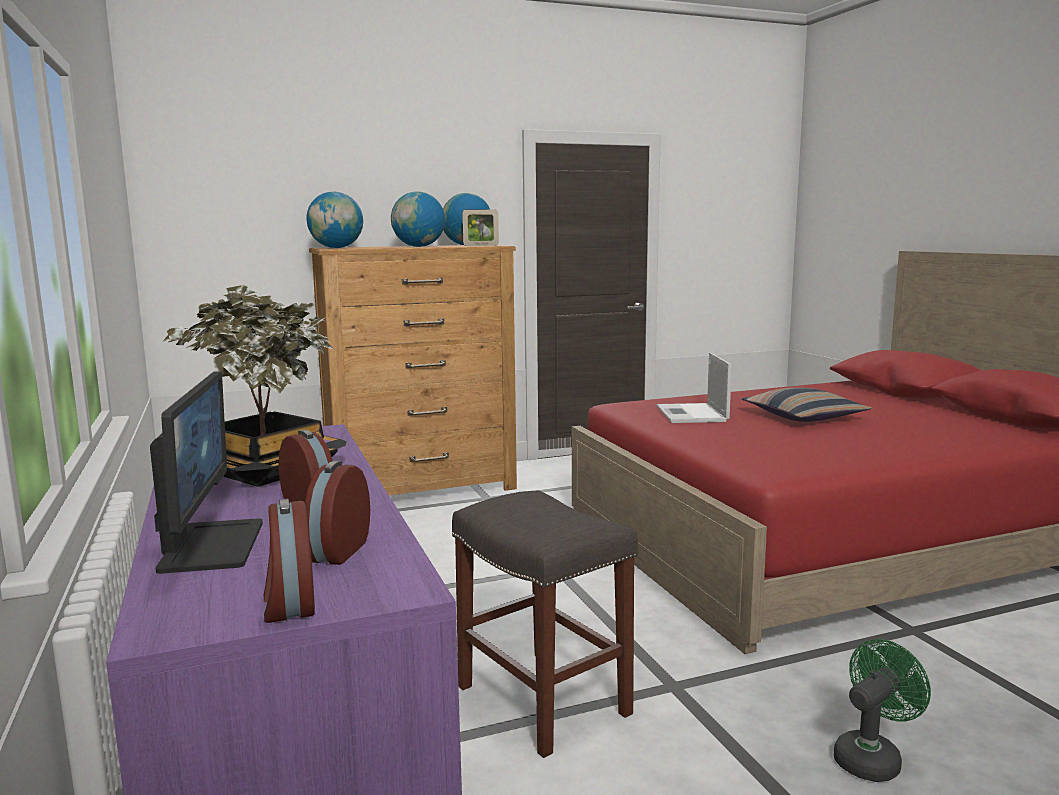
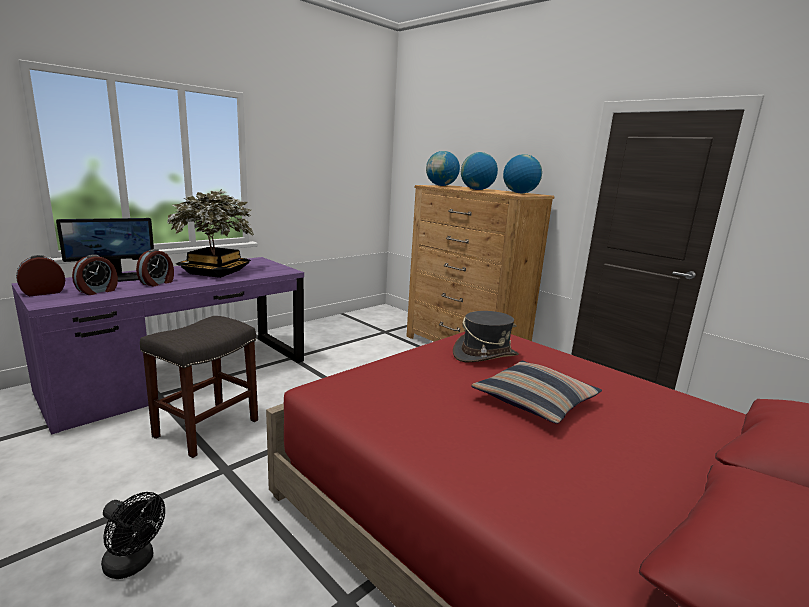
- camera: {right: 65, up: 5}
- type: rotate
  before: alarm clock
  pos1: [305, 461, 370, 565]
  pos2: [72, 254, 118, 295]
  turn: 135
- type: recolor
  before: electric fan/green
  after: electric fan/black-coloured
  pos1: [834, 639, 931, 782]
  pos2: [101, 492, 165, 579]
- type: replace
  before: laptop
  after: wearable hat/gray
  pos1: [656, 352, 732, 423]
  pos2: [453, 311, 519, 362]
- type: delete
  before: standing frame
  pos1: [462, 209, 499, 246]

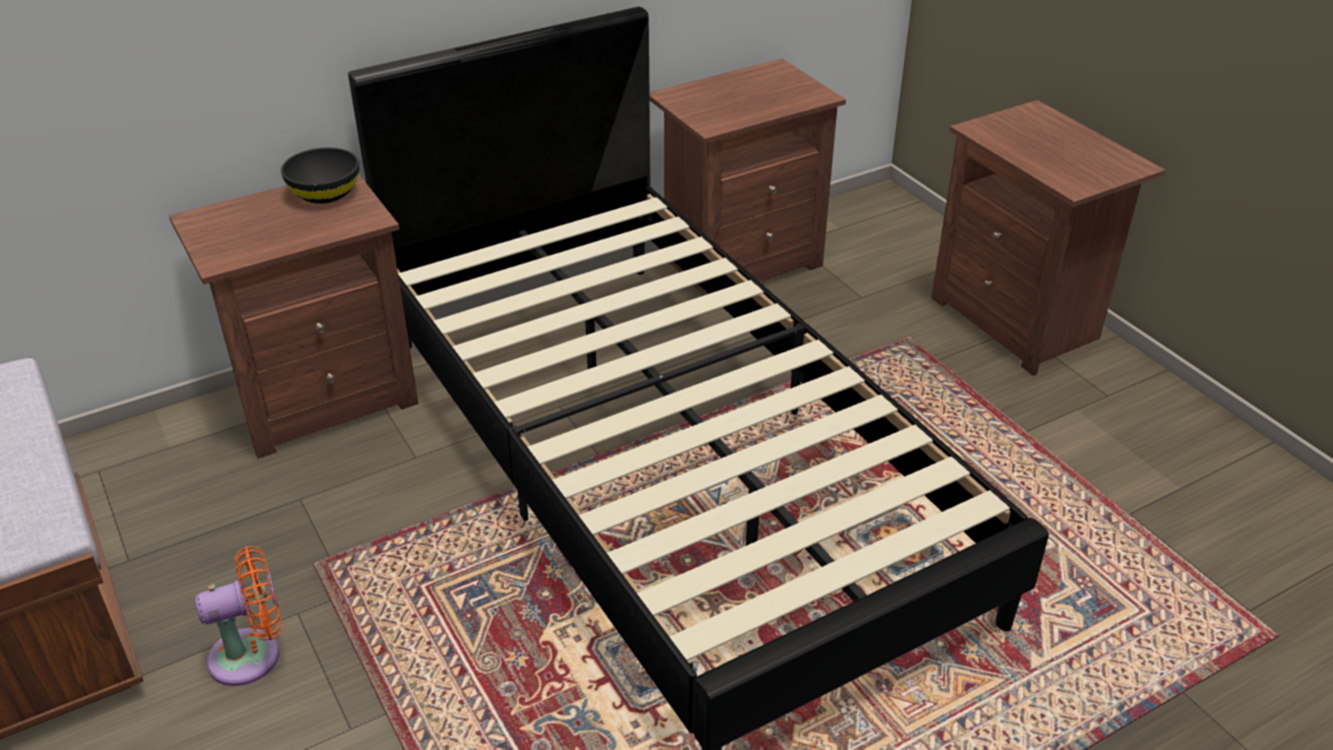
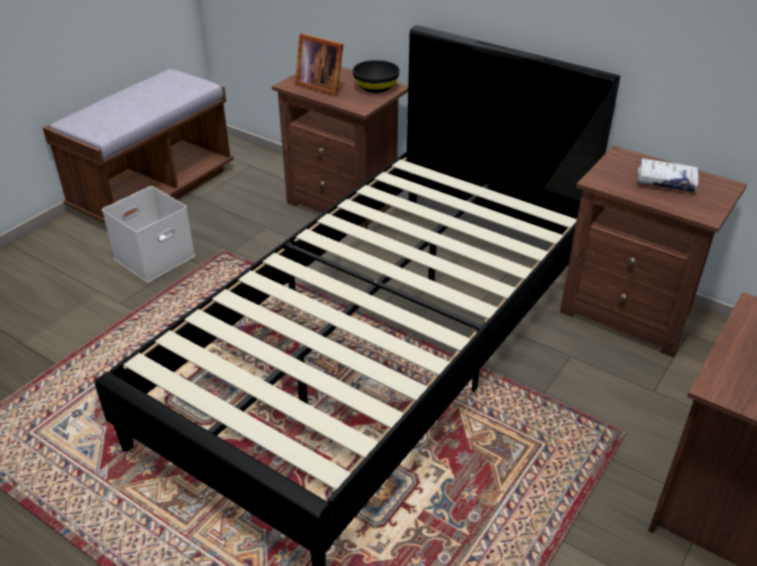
- camera: {right: 65, up: 0}
- type: replace
  before: electric fan/orangey
  after: storage box/white
  pos1: [195, 546, 282, 686]
  pos2: [102, 186, 195, 282]
- type: insert
  after: standing frame
  pos2: [295, 33, 344, 96]
- type: insert
  after: volume/white
  pos2: [637, 158, 699, 192]

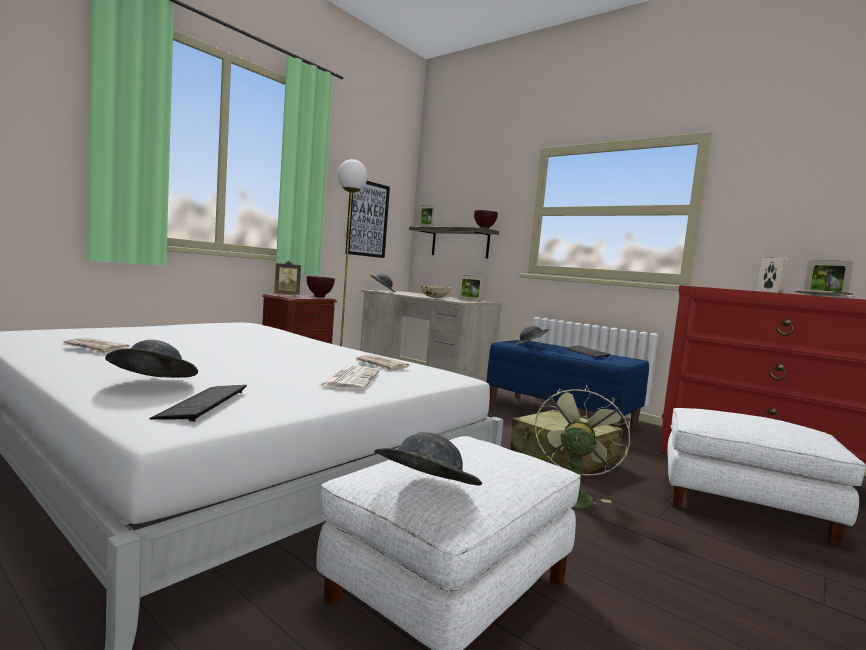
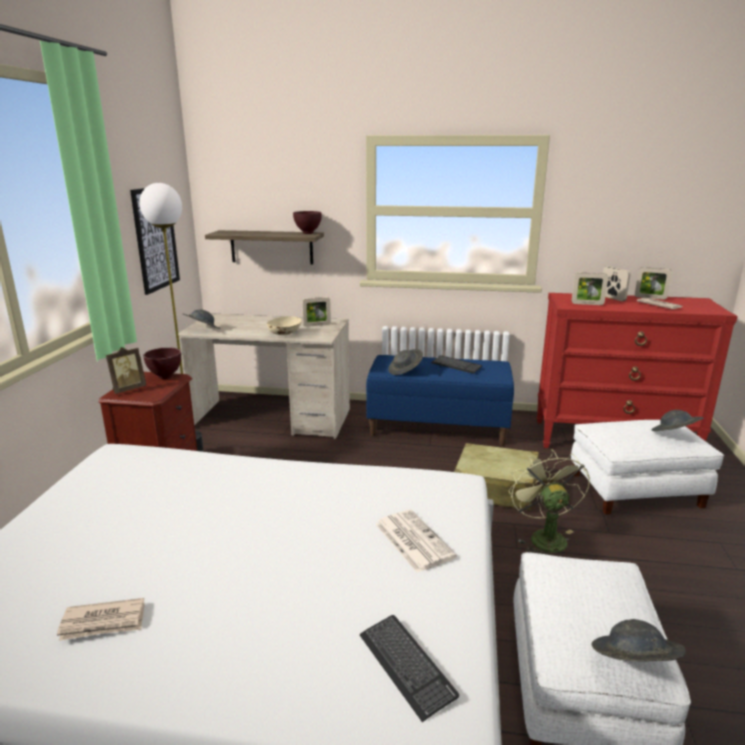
- camera: {right: -30, up: 15}
- type: move
  before: standing frame
  pos1: [418, 205, 436, 227]
  pos2: [572, 273, 608, 305]
- type: move
  before: wearable hat/gray
  pos1: [105, 340, 198, 378]
  pos2: [652, 410, 703, 431]
- type: delete
  before: printed paper
  pos1: [356, 355, 409, 372]

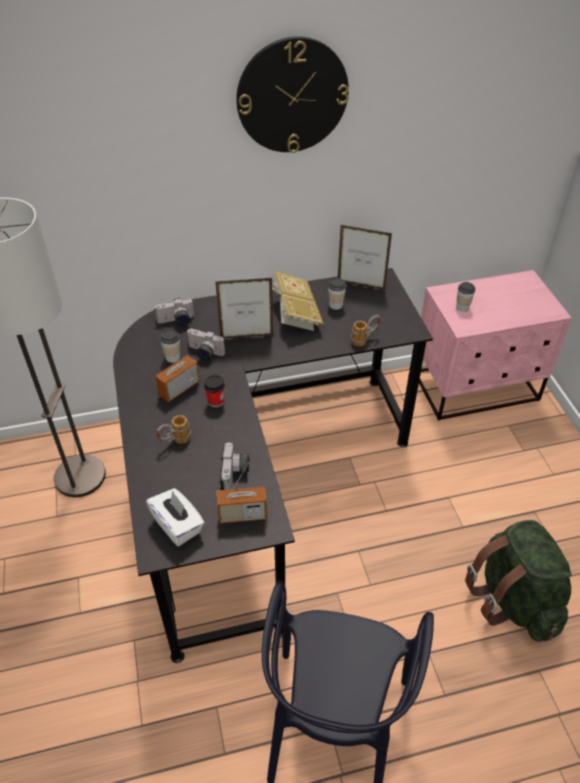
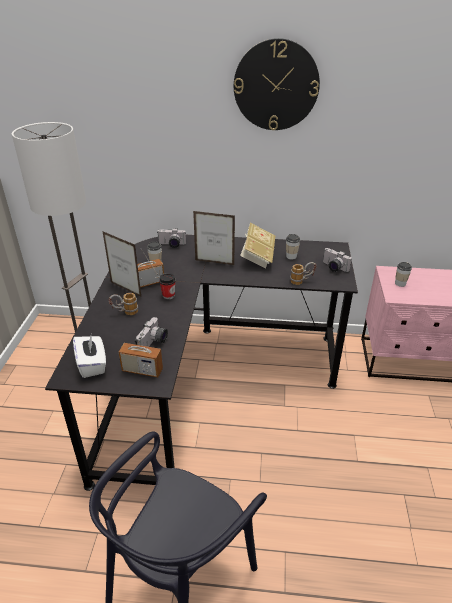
- camera: {right: 20, up: -10}
- type: move
  before: standing frame
  pos1: [338, 225, 392, 290]
  pos2: [103, 232, 141, 297]
- type: move
  before: still camera
  pos1: [187, 329, 225, 361]
  pos2: [323, 248, 352, 272]
- type: delete
  before: backpack/green
  pos1: [465, 520, 572, 642]

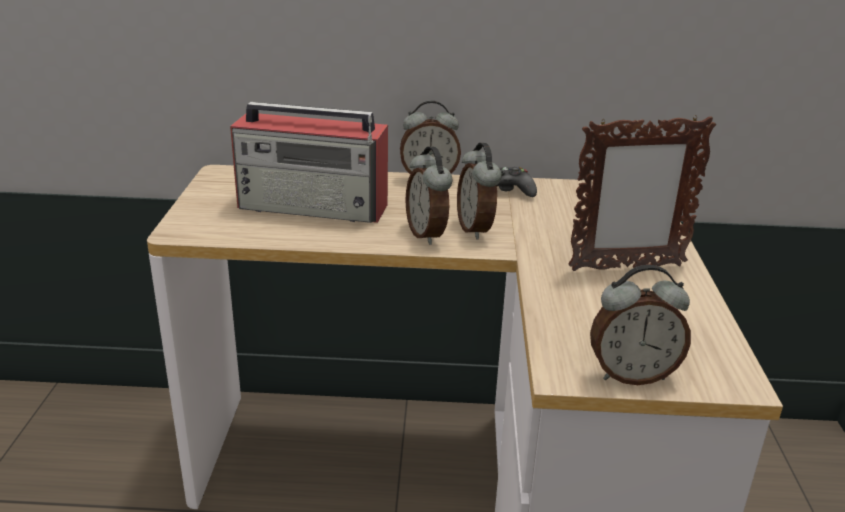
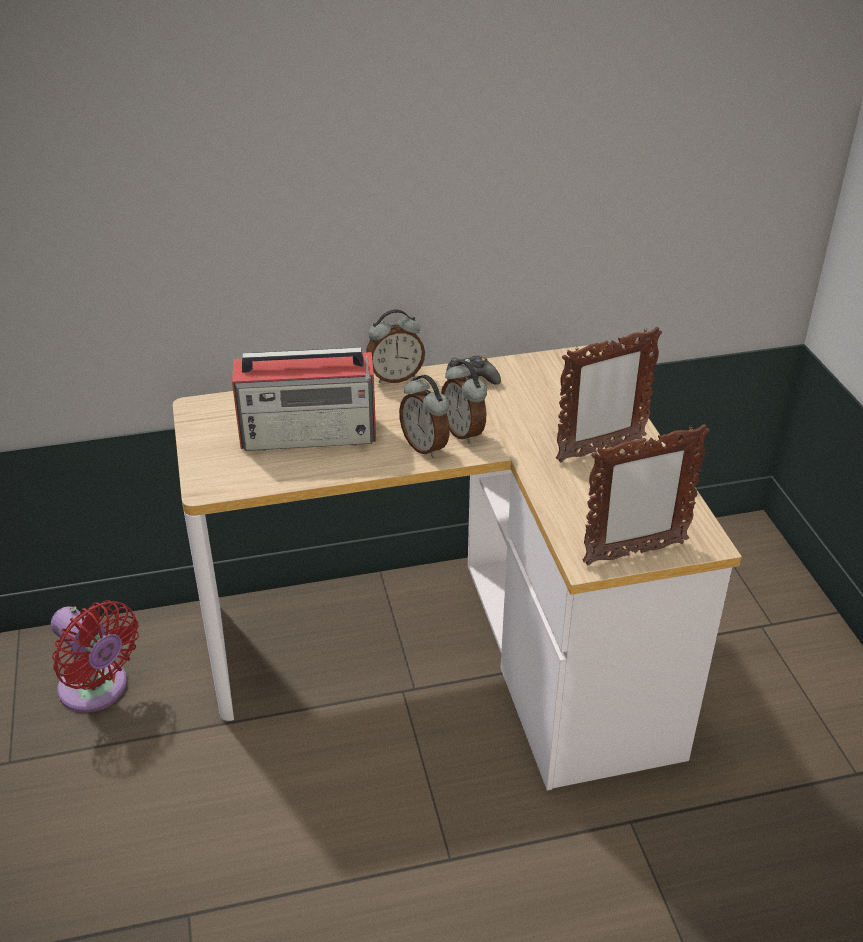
- camera: {right: -15, up: 10}
- type: insert
  after: electric fan/reddish
  pos2: [51, 600, 139, 712]
- type: replace
  before: alarm clock
  after: standing frame
  pos1: [590, 265, 691, 385]
  pos2: [583, 424, 710, 566]

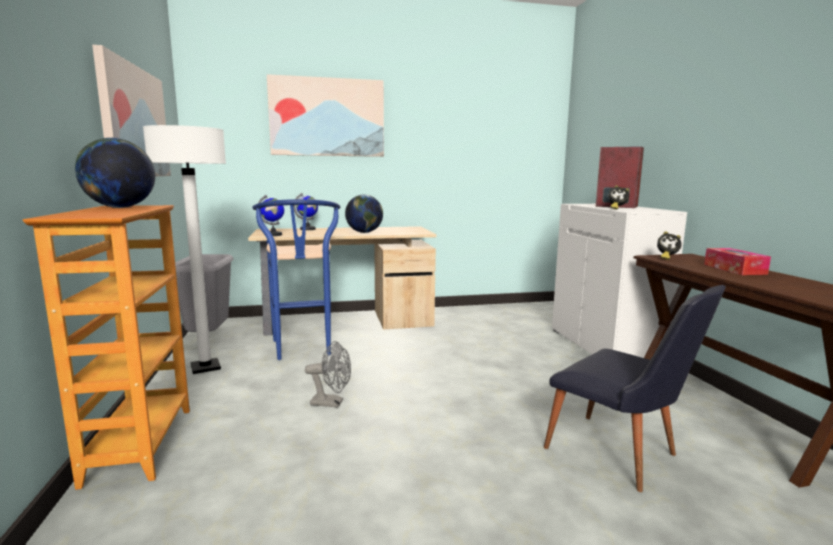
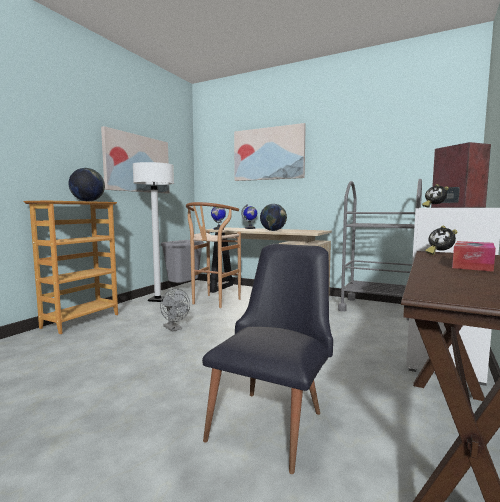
- camera: {right: 40, up: -5}
- type: recolor
  before: sitting stool/blue-coloured
  after: sitting stool/brown
  pos1: [252, 199, 340, 360]
  pos2: [186, 202, 241, 308]
- type: rotate
  before: plain chair/black-coloured
  pos1: [544, 285, 726, 492]
  pos2: [202, 244, 333, 474]
  turn: -150
- type: insert
  after: trolley/gray
  pos2: [338, 179, 422, 320]

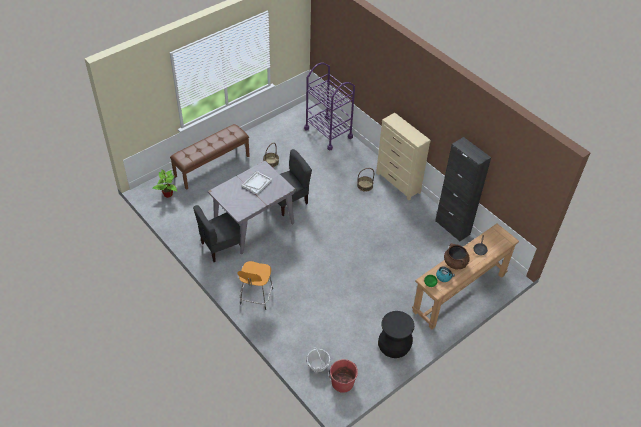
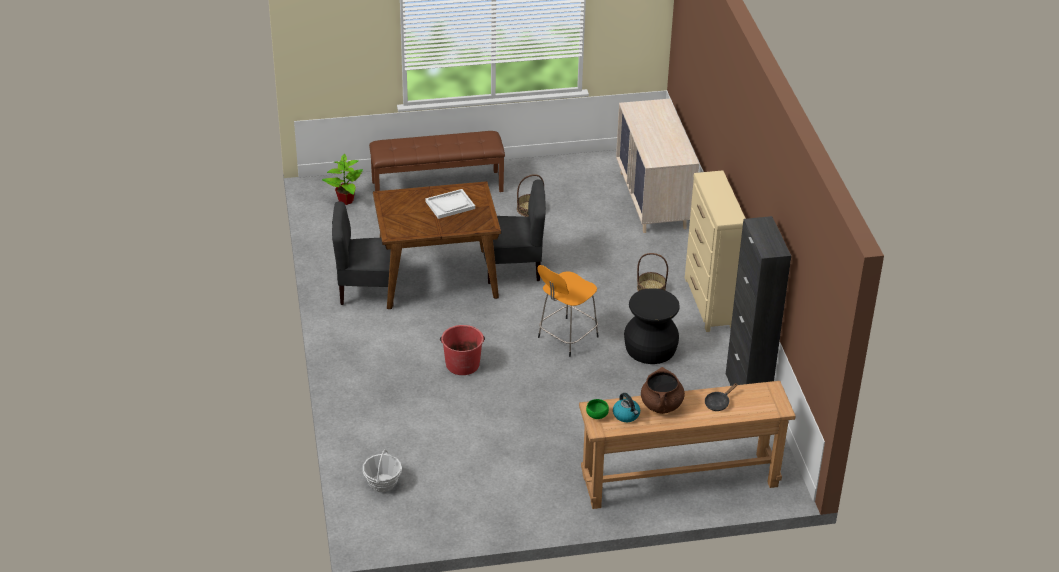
- camera: {right: 30, up: -10}
- type: recolor
  before: kitchen table/gray
  after: kitchen table/brown
  pos1: [208, 161, 296, 254]
  pos2: [373, 181, 501, 309]
- type: move
  before: water bucket/reddish
  pos1: [329, 359, 358, 393]
  pos2: [440, 325, 485, 375]
- type: move
  before: sitting stool/orangey
  pos1: [237, 261, 273, 310]
  pos2: [537, 265, 599, 357]
- type: replace
  before: trolley/purple
  after: drawer chest/beige
  pos1: [304, 63, 355, 151]
  pos2: [616, 99, 699, 233]
- type: move
  before: sitting stool/black-coloured
  pos1: [378, 311, 414, 358]
  pos2: [624, 288, 680, 364]

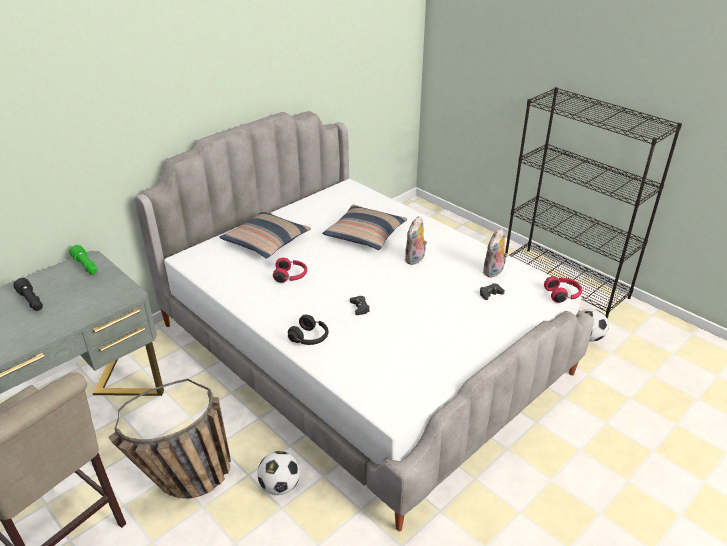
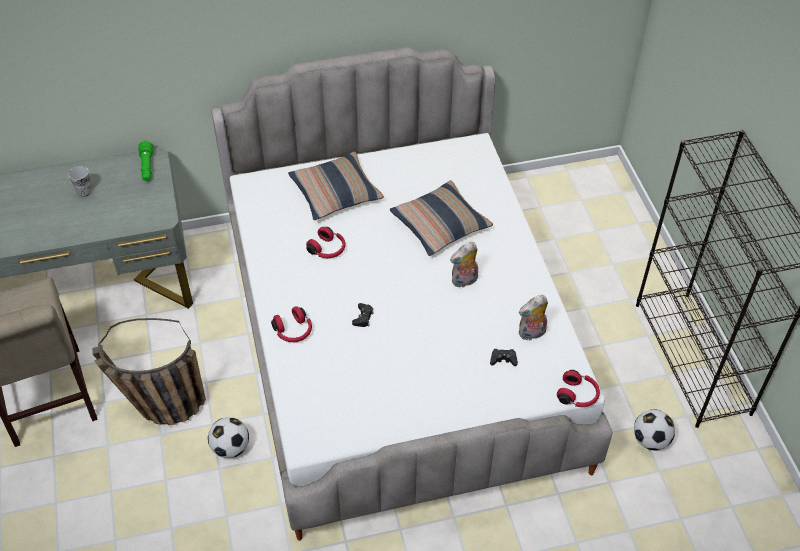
- camera: {right: 30, up: 15}
- type: replace
  before: flashlight/black-coloured
  after: drinking cup
  pos1: [13, 278, 43, 311]
  pos2: [68, 166, 92, 197]
- type: recolor
  before: pair of headphones/black-coloured
  after: pair of headphones/reddish
  pos1: [288, 315, 329, 345]
  pos2: [271, 306, 312, 342]

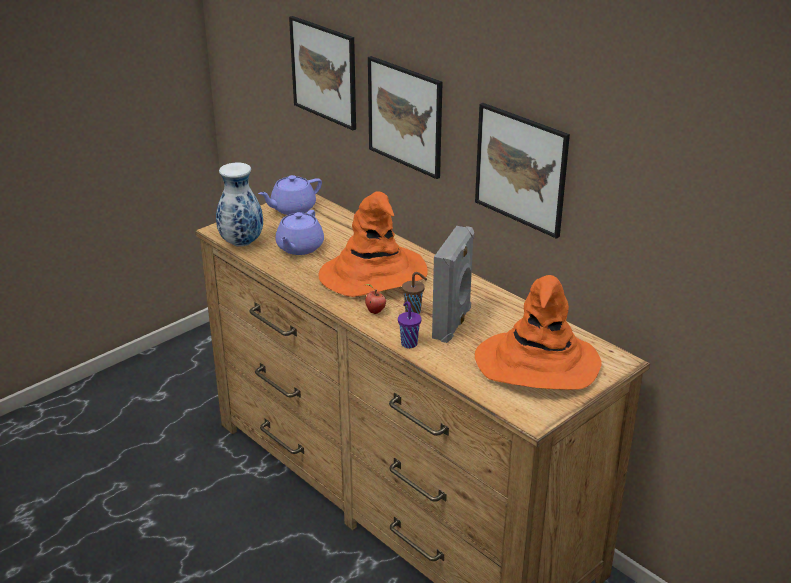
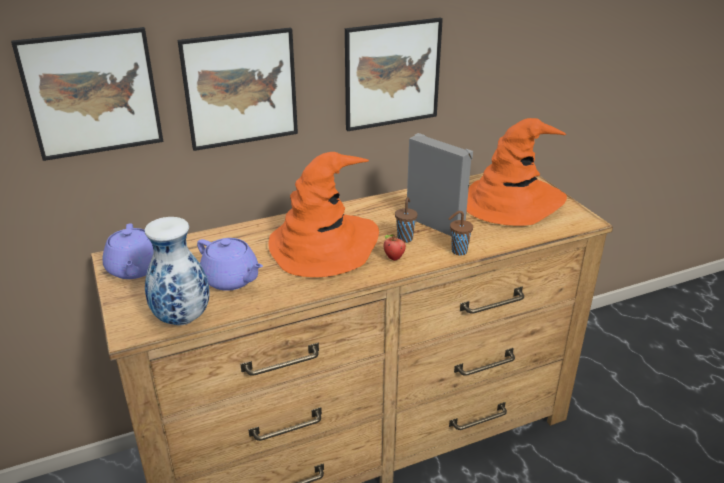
- camera: {right: -70, up: 0}
- type: recolor
  before: drinking cup/purple
  after: drinking cup/brown
  pos1: [398, 301, 421, 348]
  pos2: [448, 211, 473, 255]

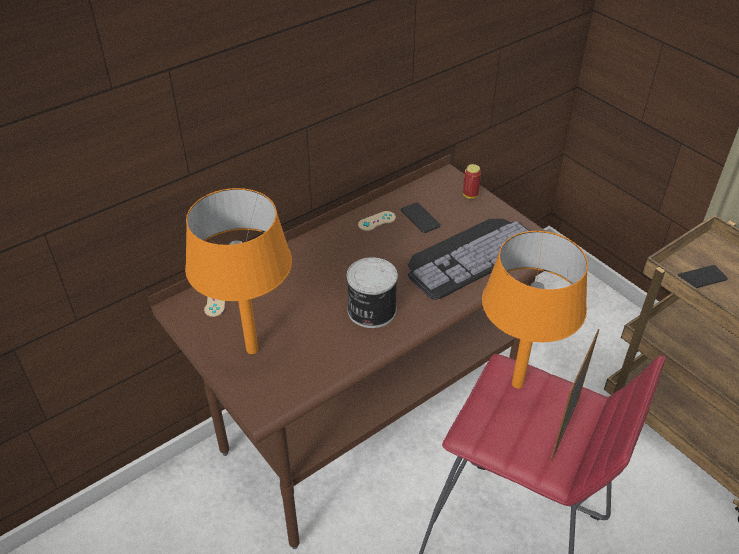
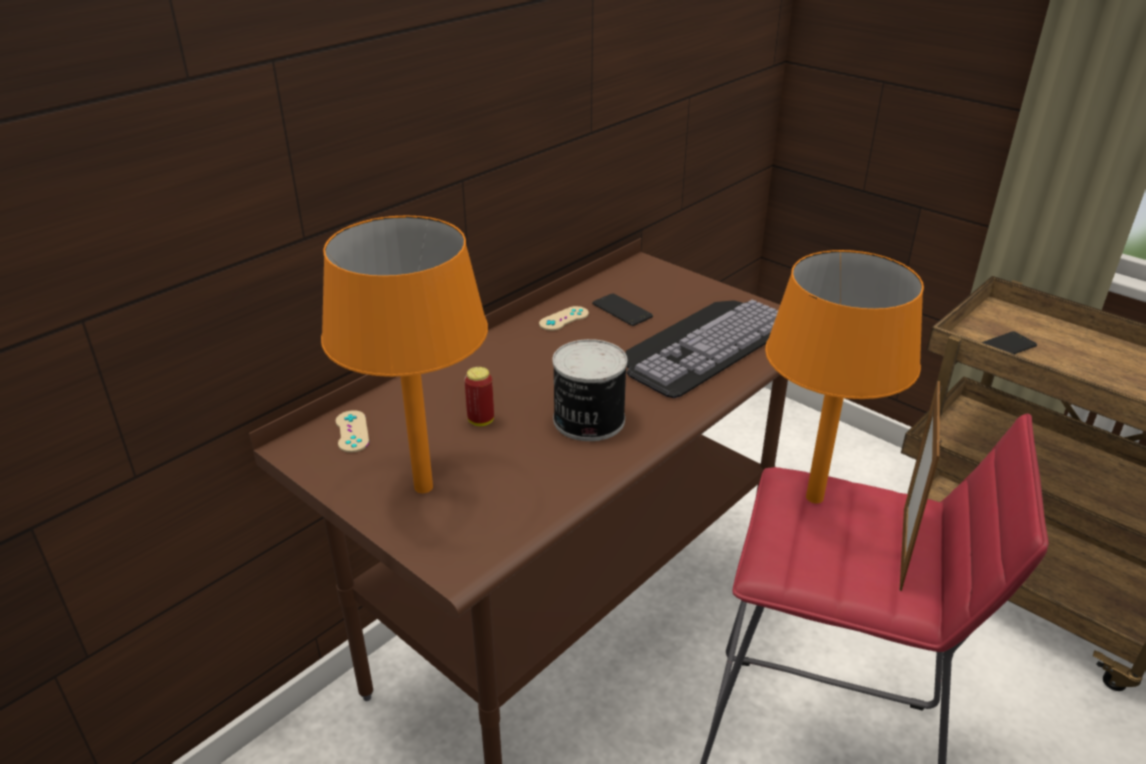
- camera: {right: -10, up: -10}
- type: move
  before: metal can
  pos1: [463, 164, 481, 199]
  pos2: [464, 367, 494, 426]

